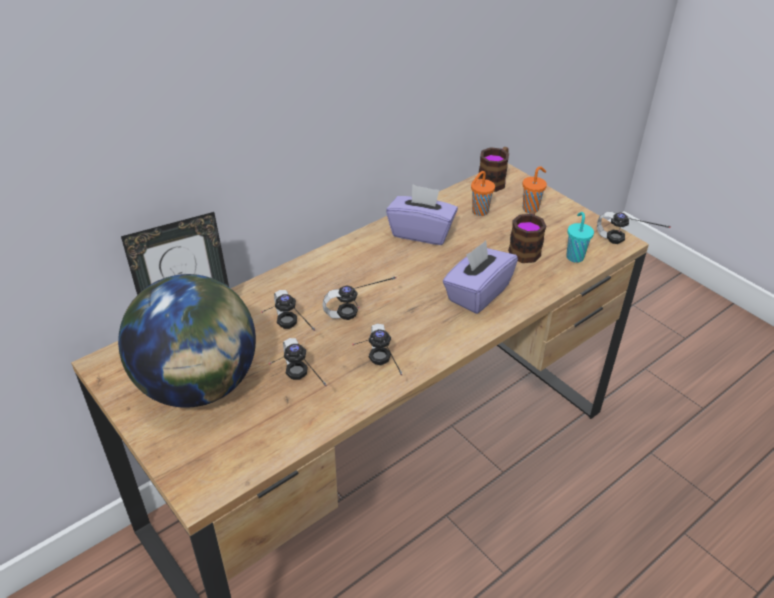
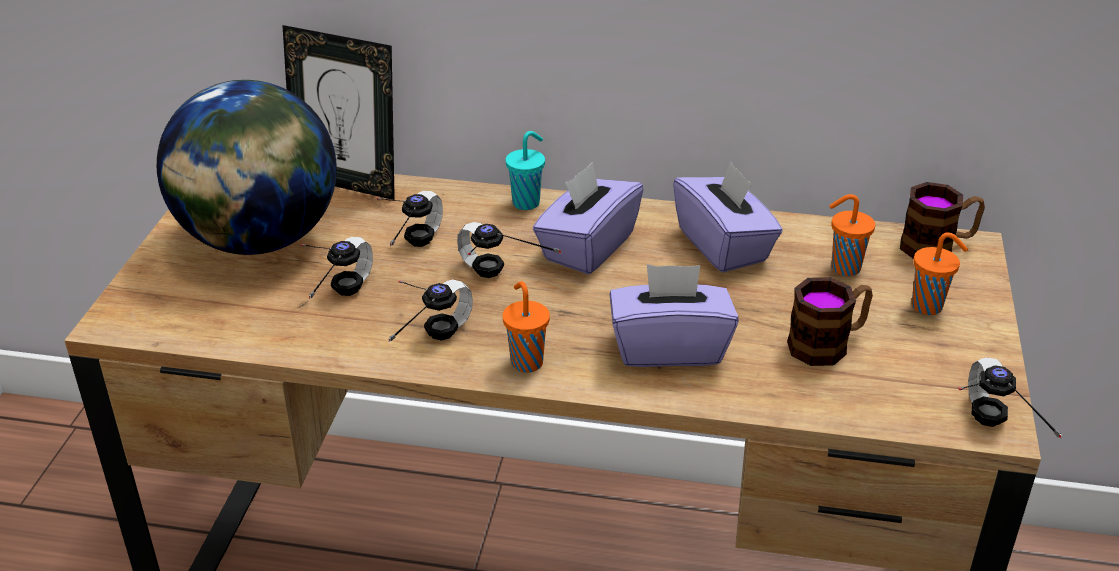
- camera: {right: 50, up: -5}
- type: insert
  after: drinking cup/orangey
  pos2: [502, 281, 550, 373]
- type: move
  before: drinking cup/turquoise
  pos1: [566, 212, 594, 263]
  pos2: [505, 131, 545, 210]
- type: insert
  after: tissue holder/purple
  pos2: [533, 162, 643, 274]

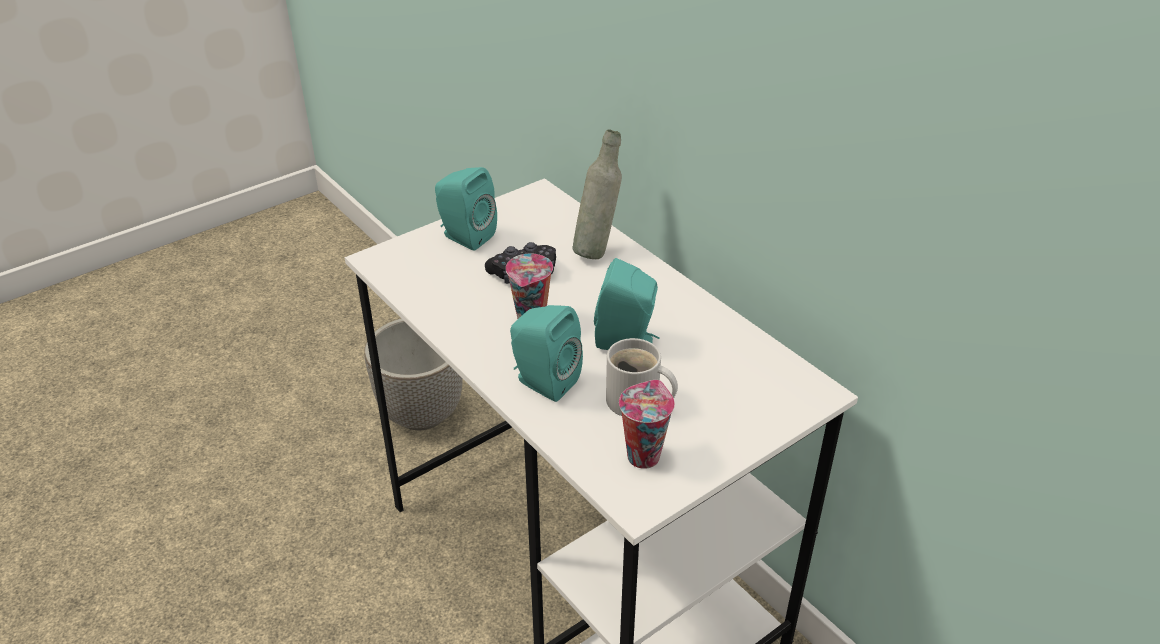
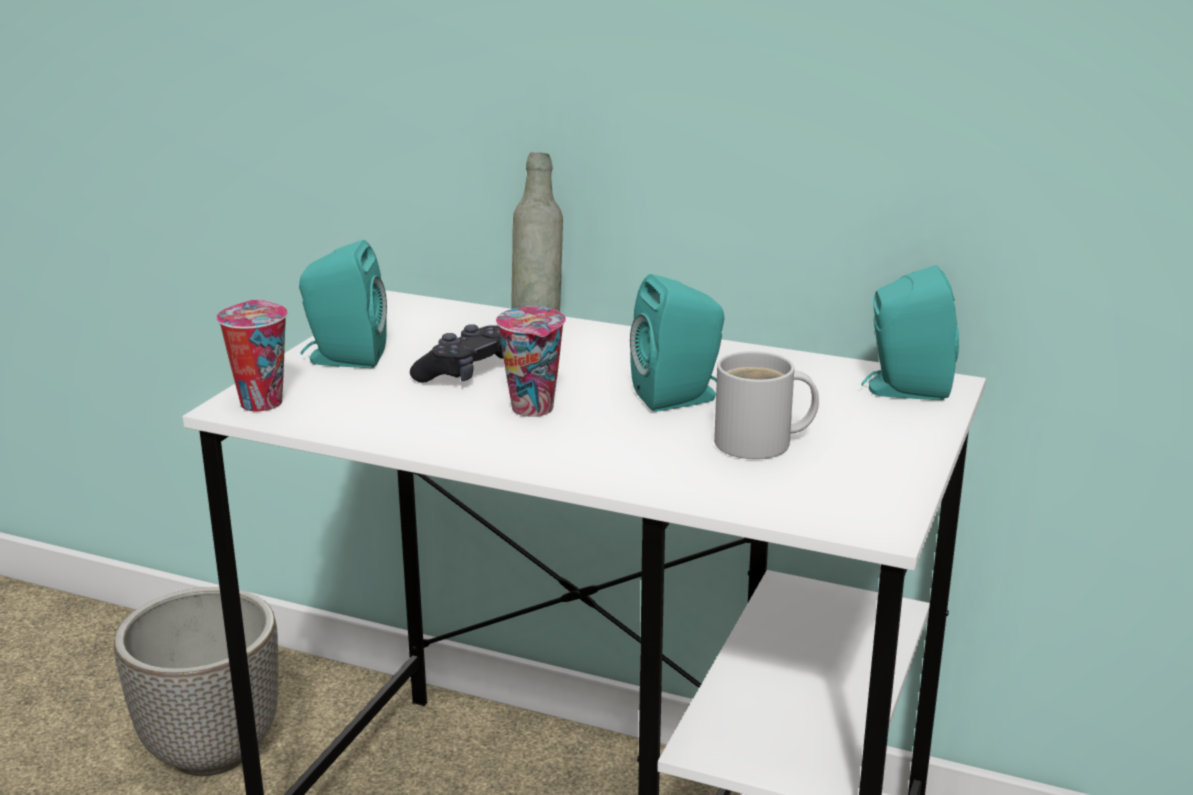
- camera: {right: -30, up: -15}
- type: move
  before: drinking cup
  pos1: [619, 380, 675, 469]
  pos2: [216, 300, 287, 411]
- type: move
  before: loudspeaker/turquoise
  pos1: [510, 305, 583, 402]
  pos2: [861, 265, 959, 400]

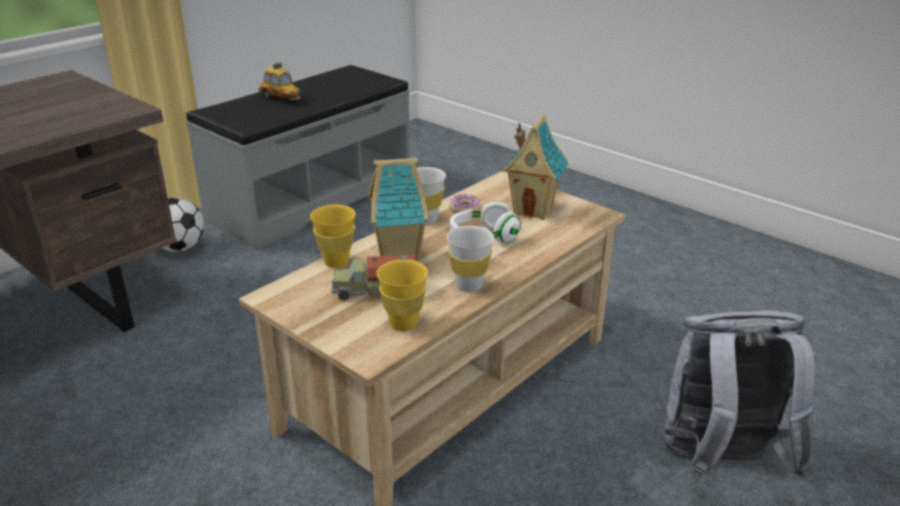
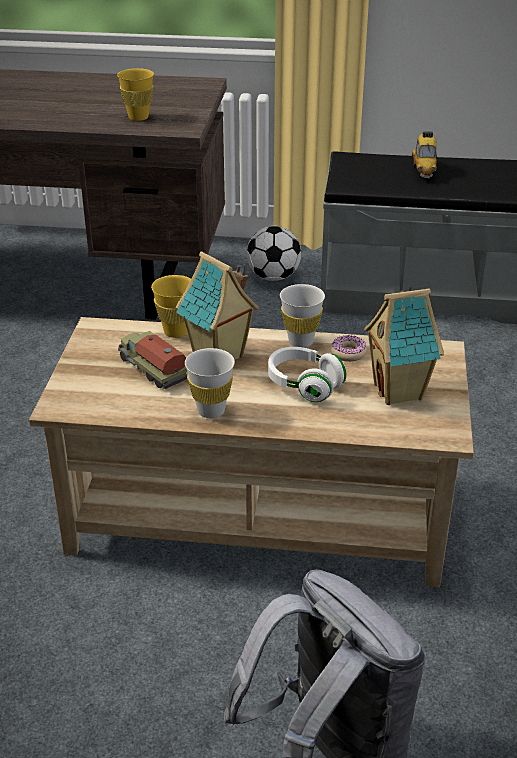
- camera: {right: 55, up: 5}
- type: move
  before: drinking cup/yellow
  pos1: [377, 259, 428, 331]
  pos2: [117, 68, 154, 121]

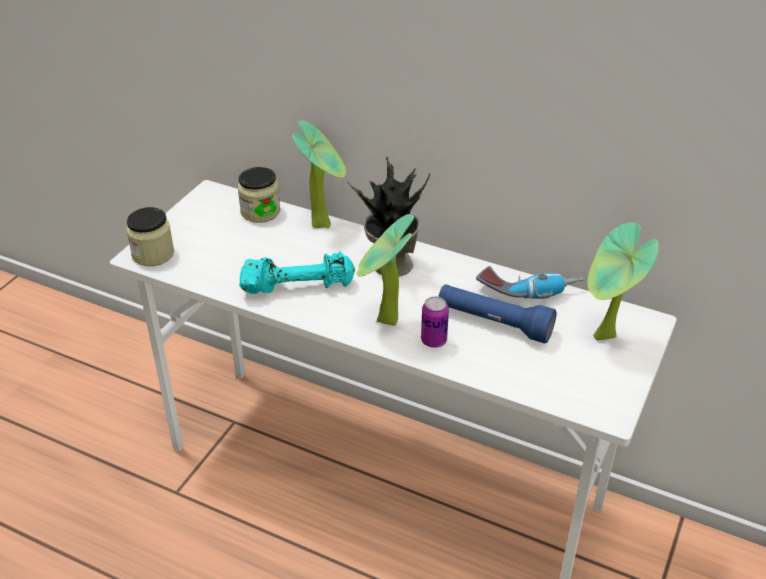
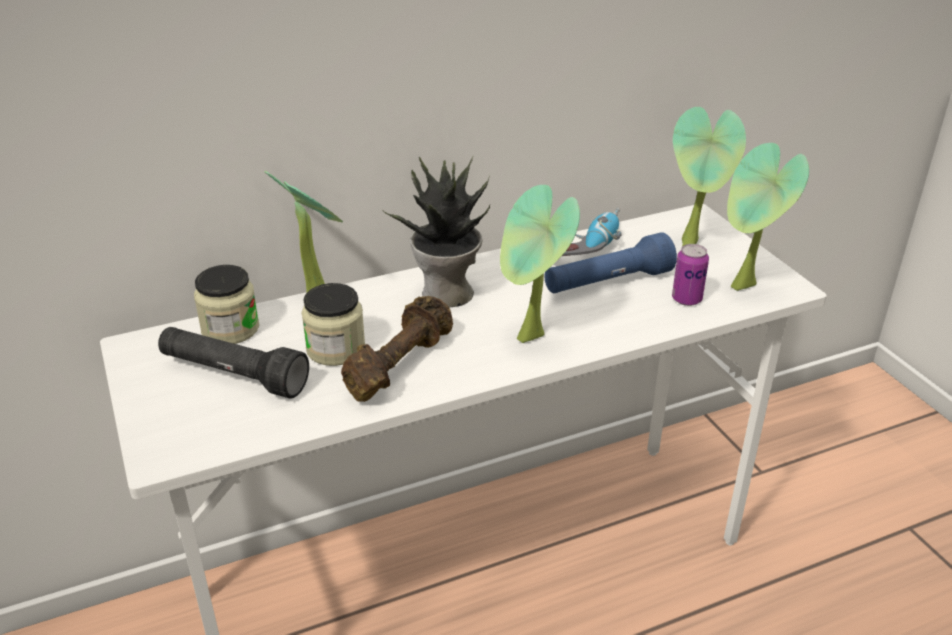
- camera: {right: -50, up: -5}
- type: insert
  after: flashlight/black-coloured
  pos2: [158, 327, 309, 399]
- type: move
  before: storage jar
  pos1: [126, 207, 174, 266]
  pos2: [301, 283, 365, 366]
- type: recolor
  before: hand weight/turquoise
  after: hand weight/brown
  pos1: [239, 252, 355, 294]
  pos2: [341, 296, 453, 402]
- type: move
  before: metal can
  pos1: [421, 296, 449, 348]
  pos2: [672, 244, 709, 306]
- type: insert
  after: potted plant
  pos2: [727, 143, 809, 291]

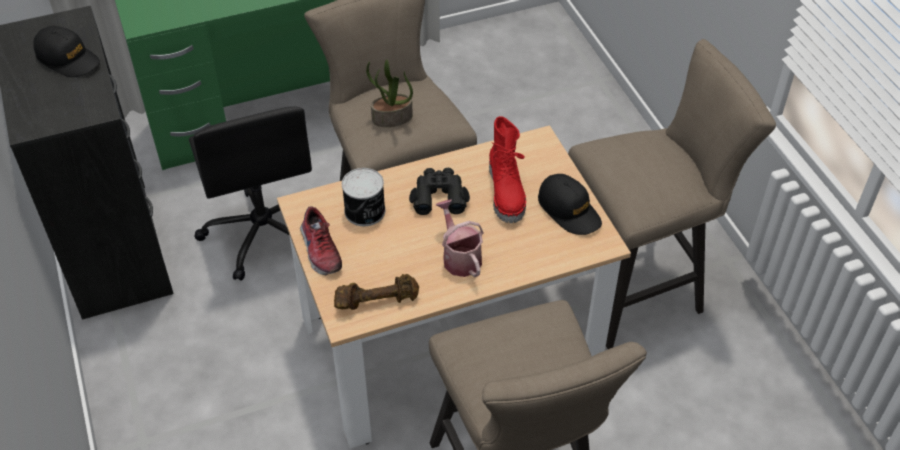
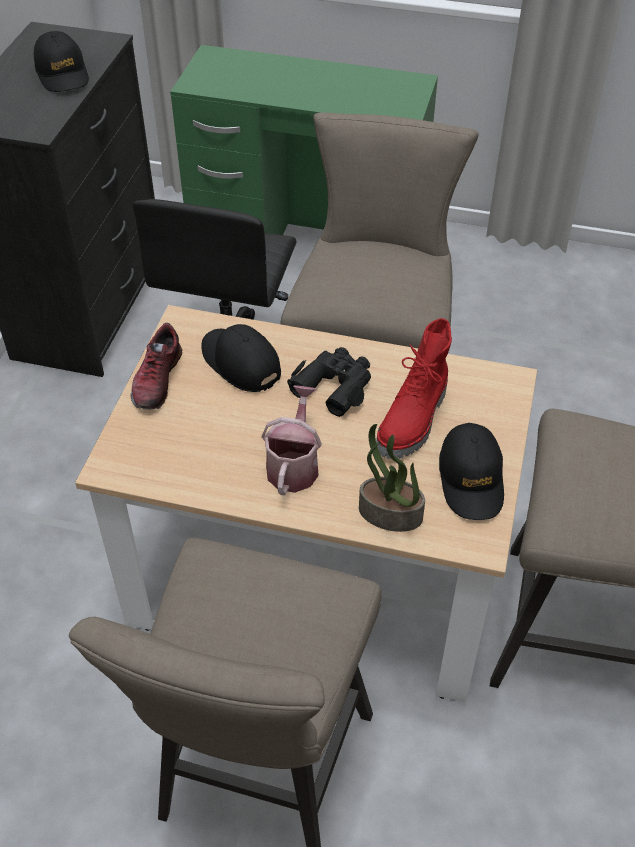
- camera: {right: 35, up: 0}
- type: replace
  before: metal can
  after: peaked cap/black-coloured
  pos1: [342, 168, 385, 226]
  pos2: [201, 324, 281, 392]
- type: move
  before: potted plant
  pos1: [366, 60, 413, 127]
  pos2: [359, 424, 425, 532]
- type: delete
  before: hand weight/brown
  pos1: [334, 274, 419, 310]

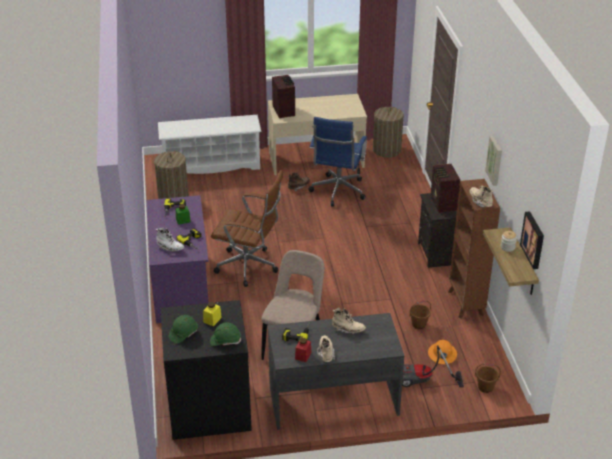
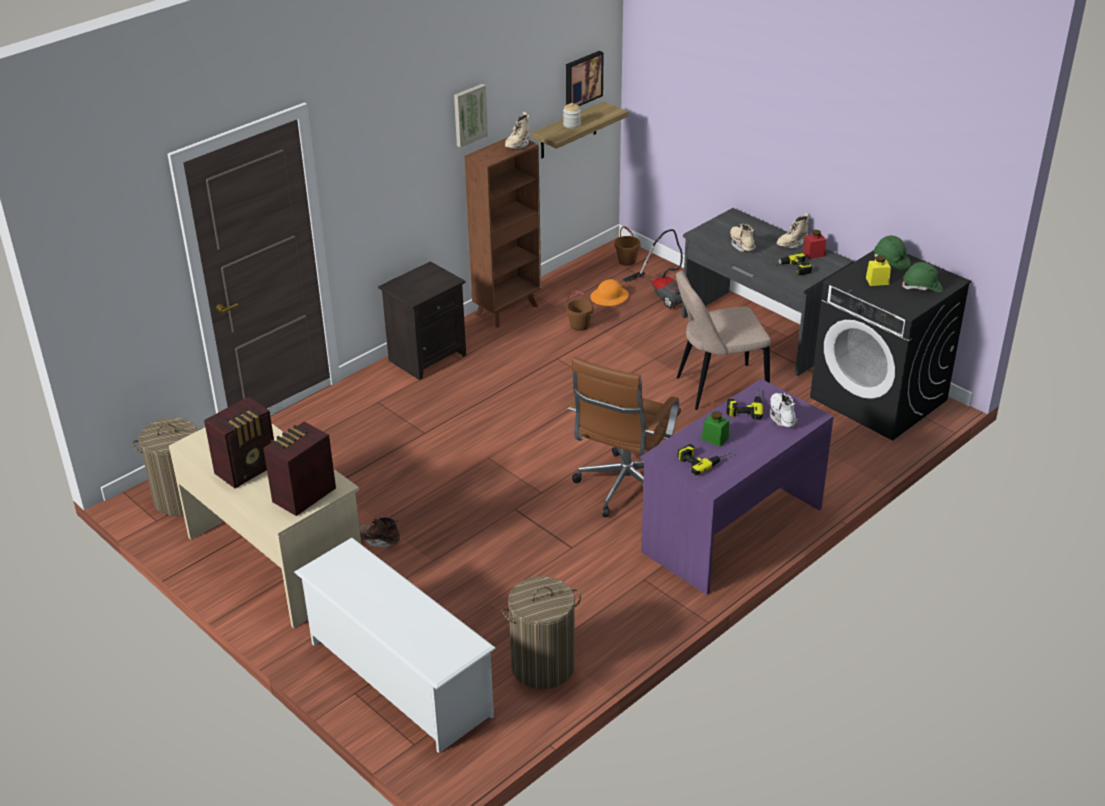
- camera: {right: -125, up: 0}
- type: move
  before: radio set
  pos1: [430, 164, 460, 213]
  pos2: [204, 397, 274, 488]
- type: rotate
  before: office chair/brown
  pos1: [211, 170, 283, 287]
  pos2: [568, 357, 681, 517]
  turn: -135
- type: delete
  before: office chair/blue-coloured
  pos1: [308, 117, 367, 207]

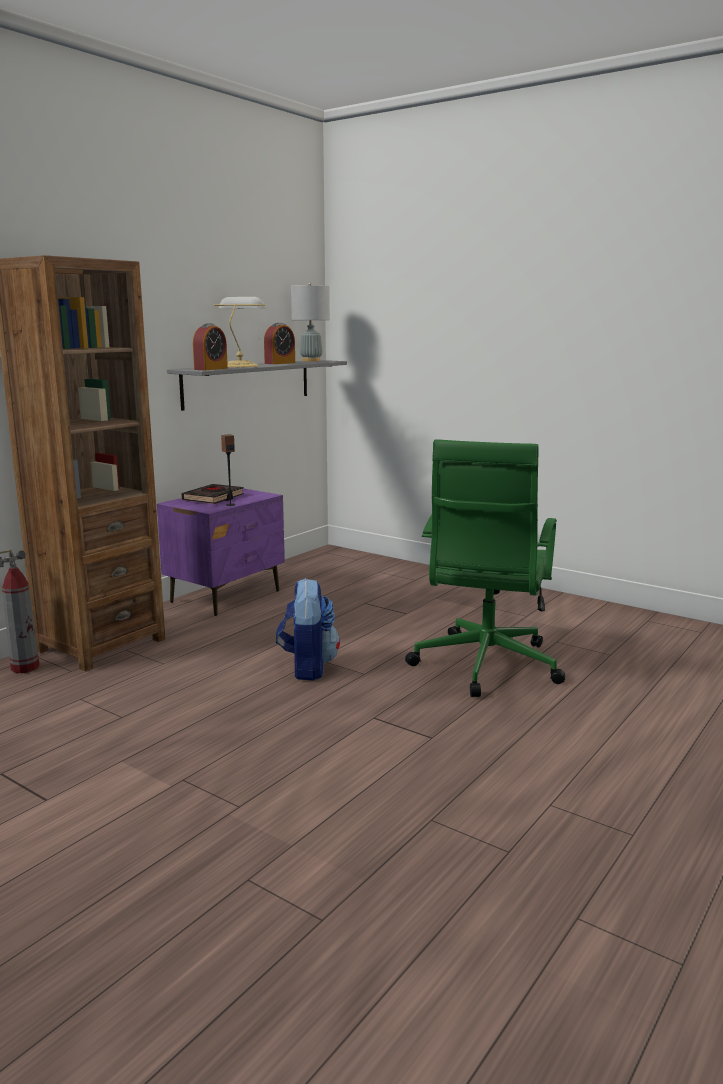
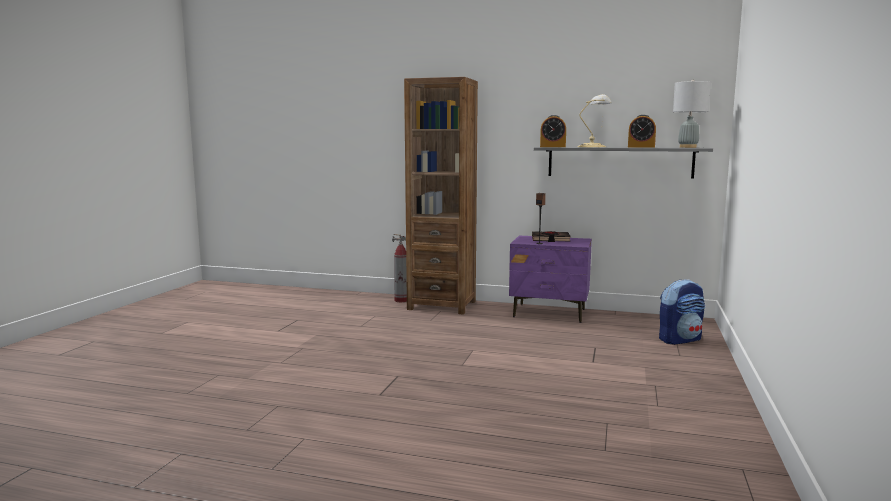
- camera: {right: 70, up: -5}
- type: move
  before: backpack
  pos1: [276, 578, 340, 681]
  pos2: [659, 279, 705, 345]
- type: delete
  before: office chair/green
  pos1: [405, 440, 565, 697]

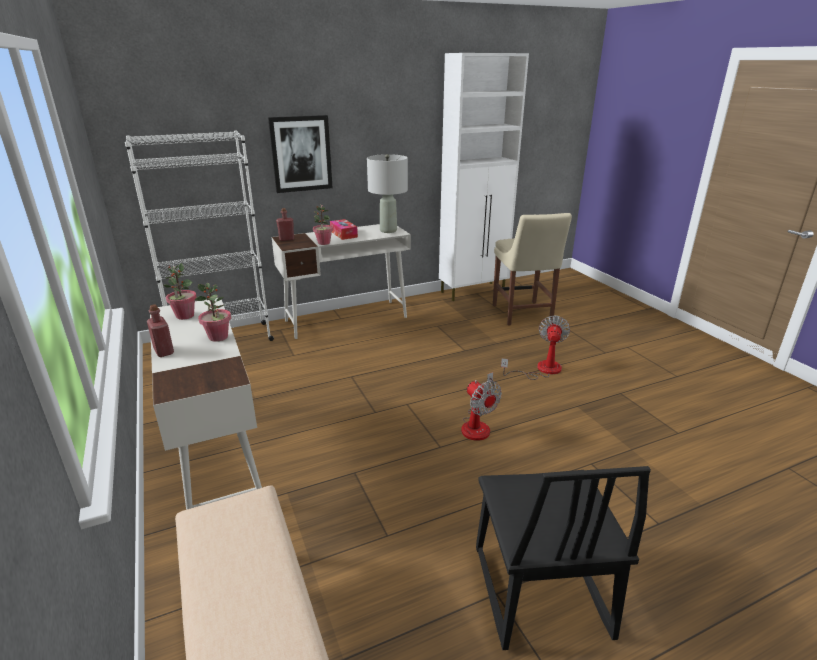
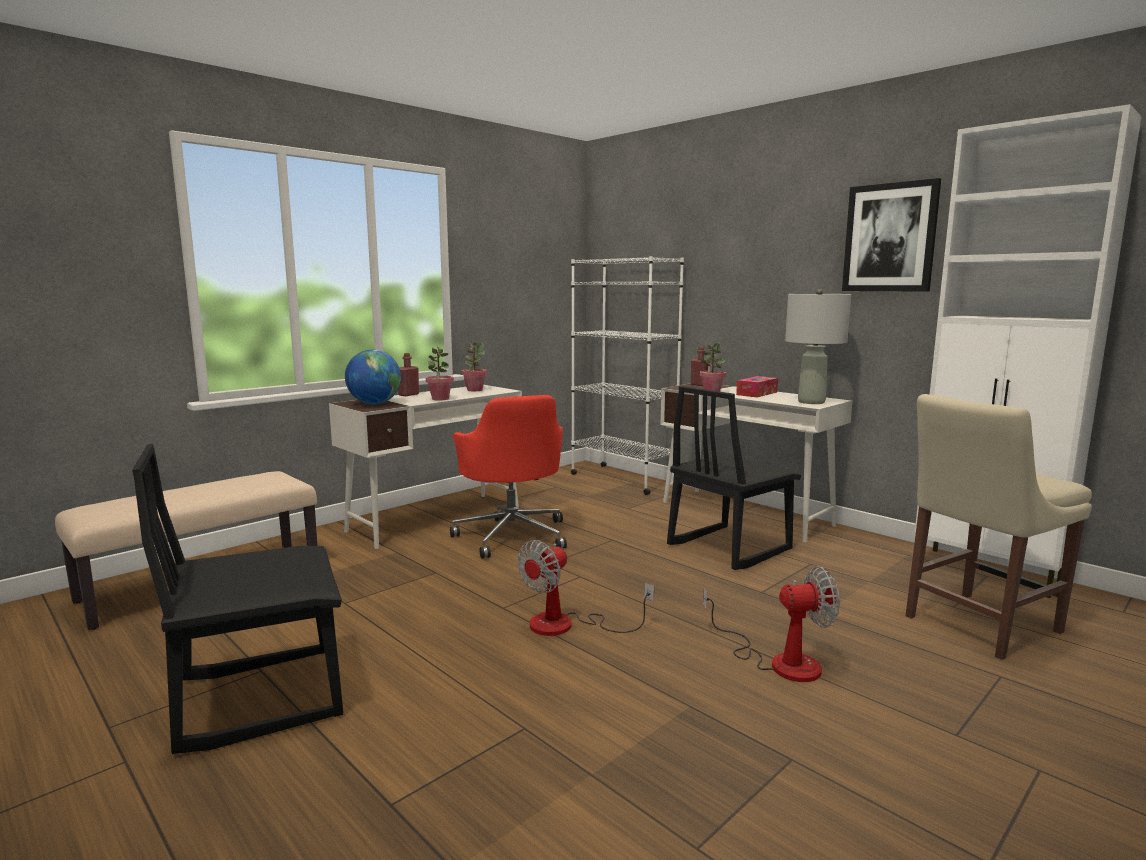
- camera: {right: 70, up: -15}
- type: insert
  after: world globe
  pos2: [345, 350, 401, 404]
- type: insert
  after: office chair/reddish
  pos2: [450, 395, 567, 559]
- type: insert
  after: plain chair/black-coloured
  pos2: [667, 386, 801, 570]
- type: move
  before: picture
  pos1: [268, 115, 333, 193]
  pos2: [842, 178, 941, 292]

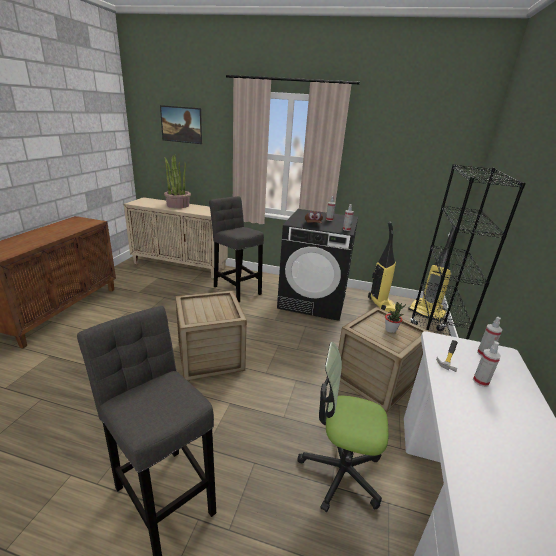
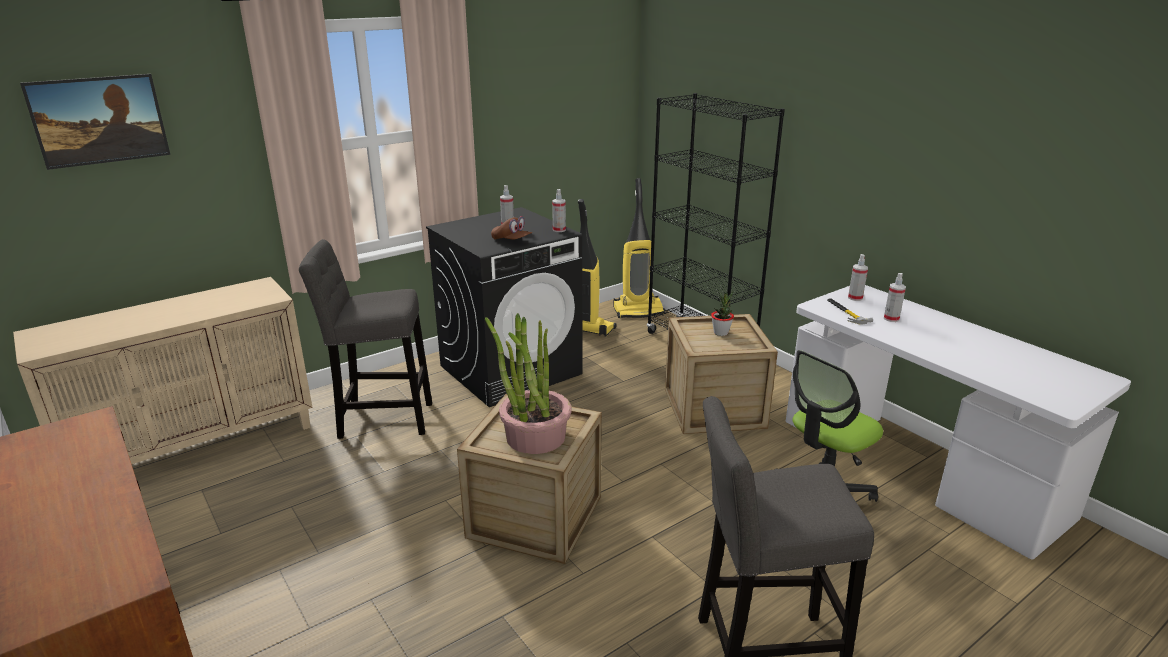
- camera: {right: -50, up: 0}
- type: move
  before: potted plant
  pos1: [164, 155, 191, 208]
  pos2: [485, 313, 572, 454]

